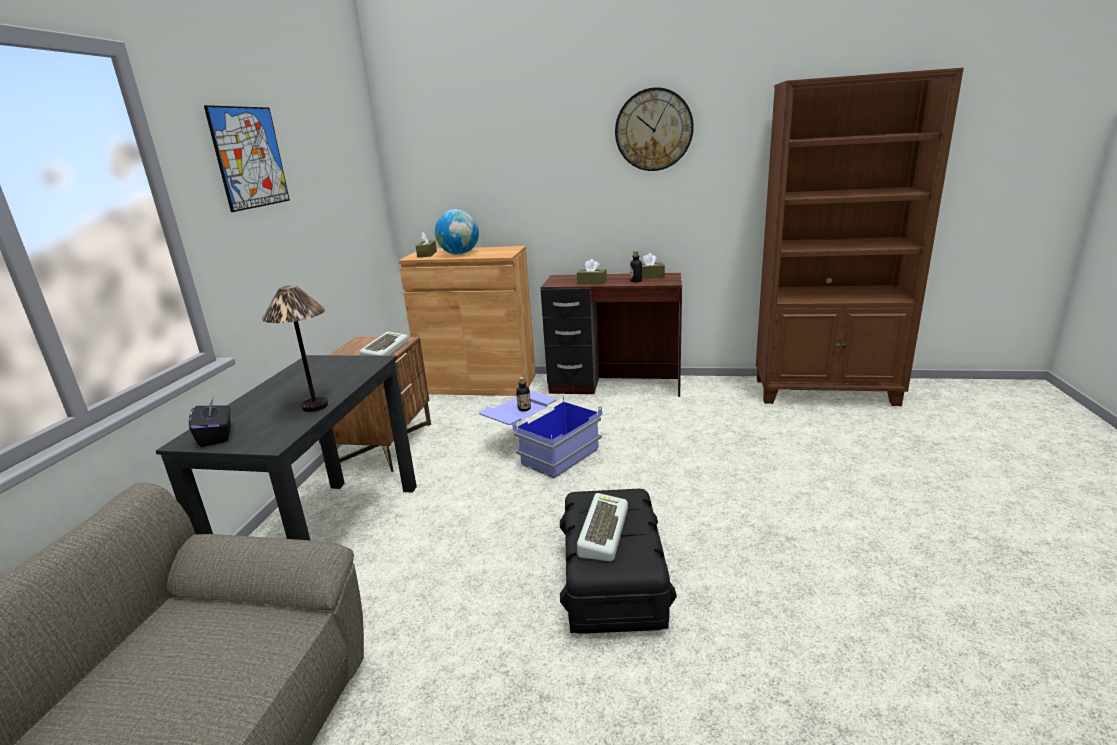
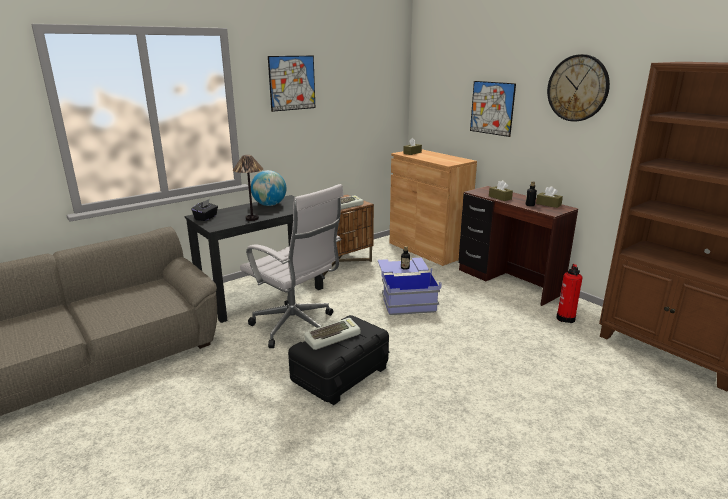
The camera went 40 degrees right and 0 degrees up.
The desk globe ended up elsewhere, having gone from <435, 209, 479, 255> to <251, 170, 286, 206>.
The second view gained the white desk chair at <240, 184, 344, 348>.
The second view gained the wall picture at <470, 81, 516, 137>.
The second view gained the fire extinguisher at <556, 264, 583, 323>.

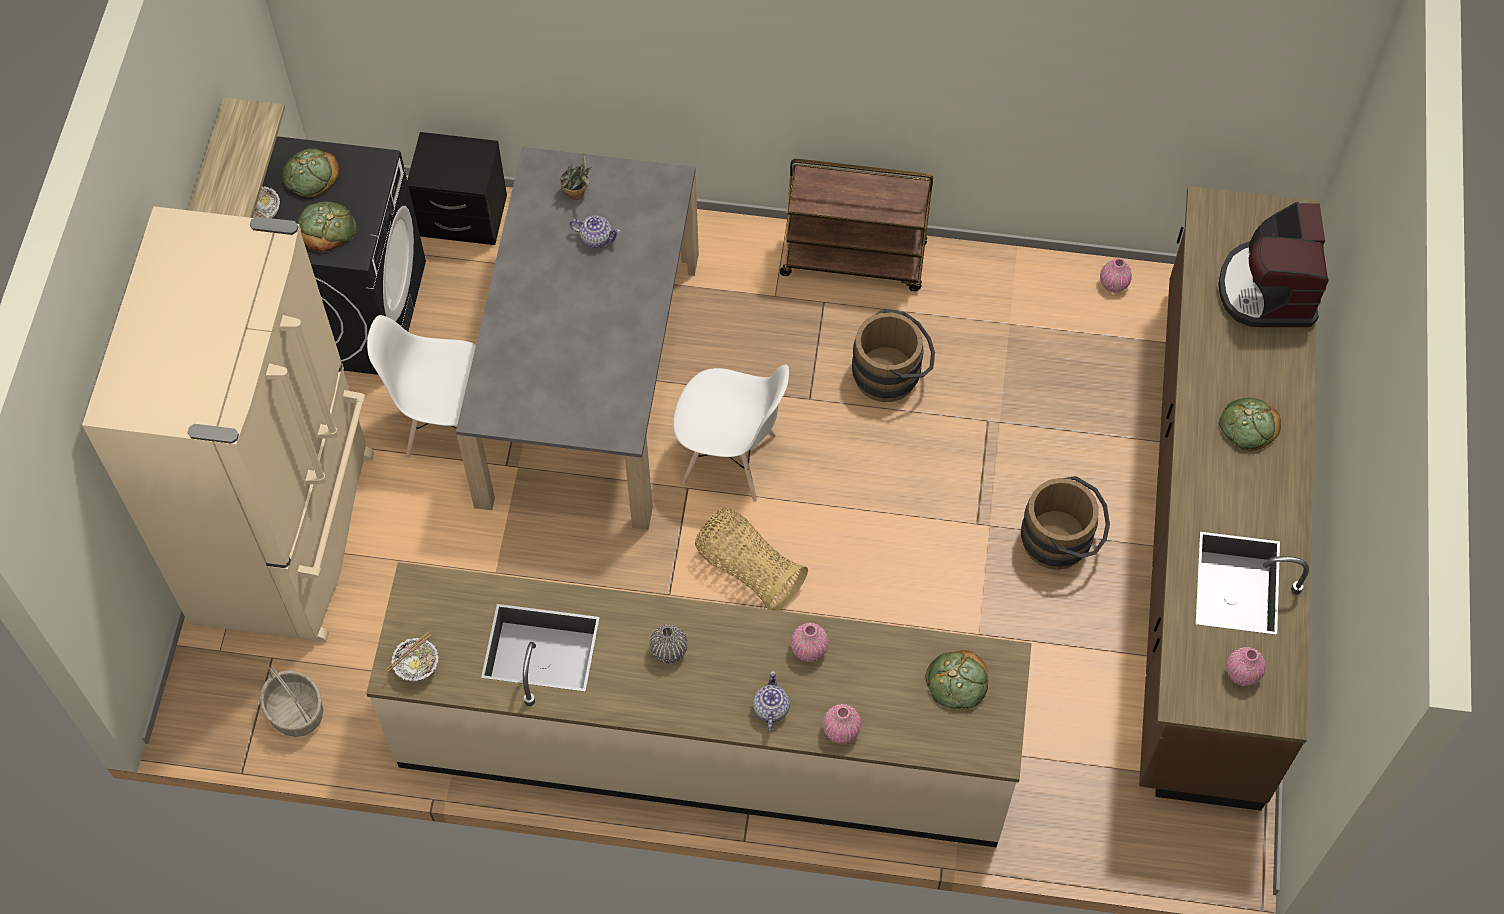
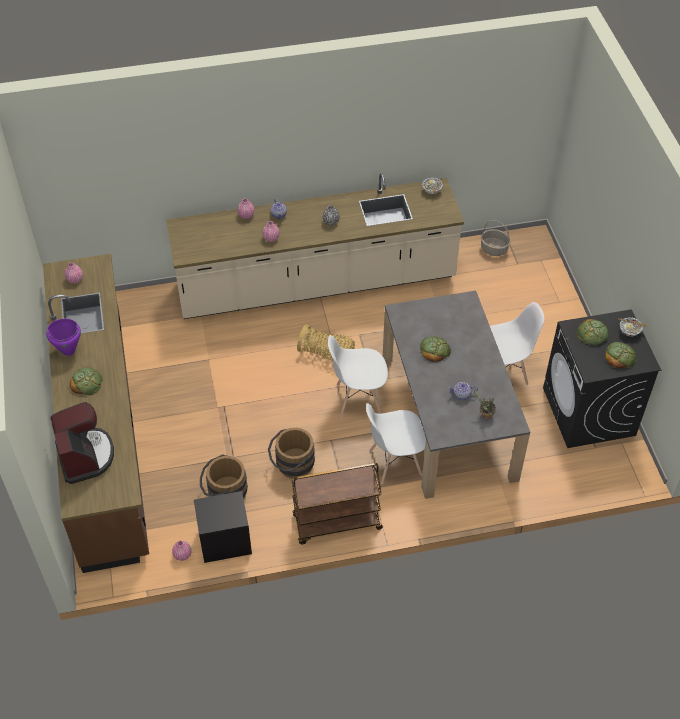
The camera went 160 degrees right and 10 degrees down.
The second view lost the beige-coloured fridge at <82, 206, 374, 642>.
The second view lost the wall shelf at <188, 97, 285, 218>.
The black-coloured night table ended up elsewhere, having gone from <407, 132, 507, 245> to <194, 491, 252, 563>.
The bakery bread ended up elsewhere, having gone from <926, 650, 988, 709> to <420, 336, 451, 362>.
The brownish water bucket ended up elsewhere, having gone from <1021, 476, 1110, 570> to <200, 454, 248, 499>.
The second view gained the purple cooking pot at <46, 319, 81, 356>.
The second view gained the white upright chair at <366, 403, 426, 484>.

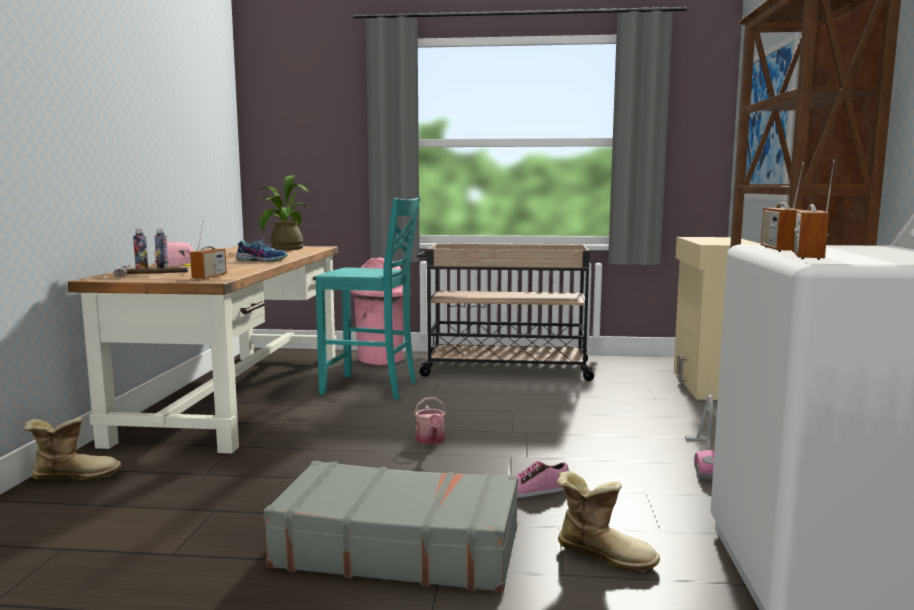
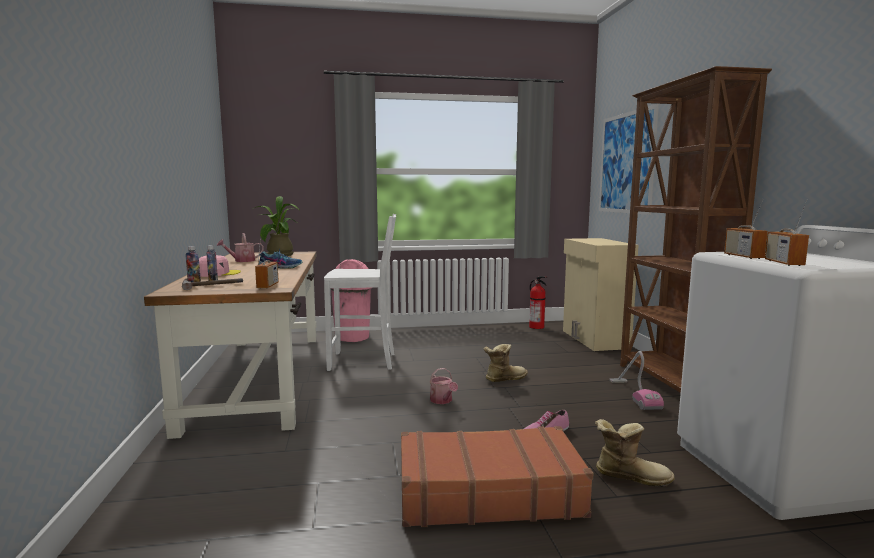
The camera went 15 degrees left and 0 degrees up.
The boot ended up elsewhere, having gone from <24, 417, 121, 480> to <484, 344, 528, 382>.
What was the gray travel case at <264, 461, 518, 593> turned into the brownish travel case at <401, 426, 593, 527>.
What was the turquoise-coloured upright chair at <315, 197, 420, 400> turned into the white upright chair at <324, 214, 396, 371>.
The second view lost the beige-coloured wheeled cart at <417, 243, 595, 381>.
The second view gained the sprinkling can at <216, 233, 264, 262>.
The second view gained the fire extinguisher at <529, 276, 547, 329>.

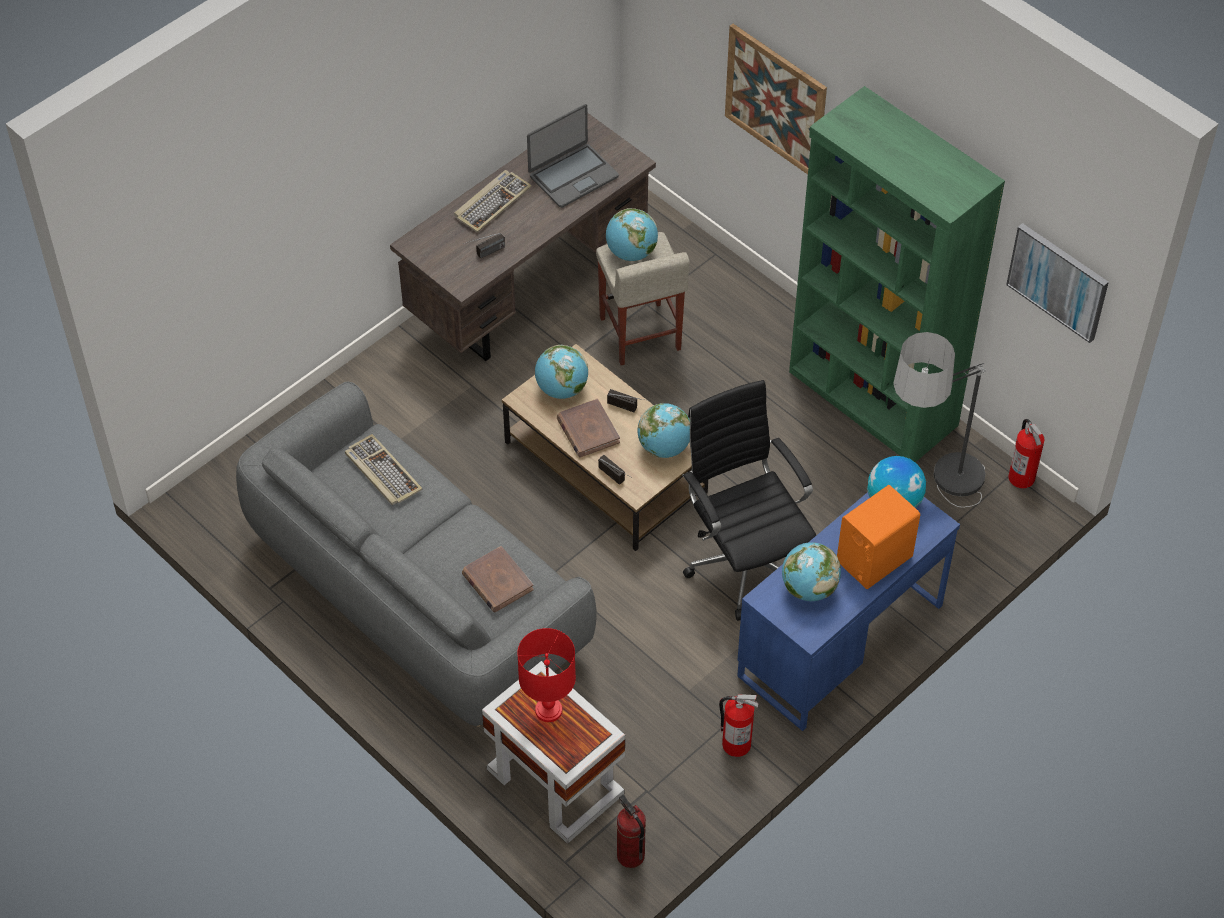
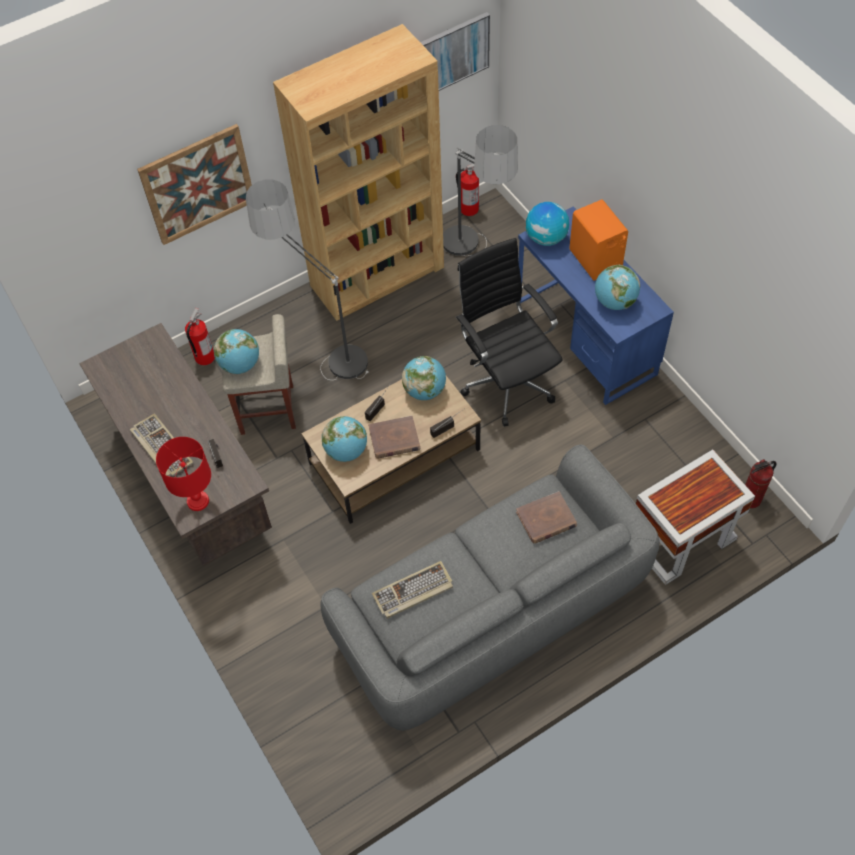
The camera went 75 degrees left and 5 degrees up.
The reddish table lamp ended up elsewhere, having gone from <517, 628, 576, 722> to <156, 437, 211, 511>.
The second view lost the laptop at <527, 104, 619, 208>.
The black-coloured desk chair at <682, 380, 816, 621> ended up facing another way, 75 degrees clockwise from before.
The fire extinguisher ended up elsewhere, having gone from <719, 694, 759, 757> to <185, 308, 215, 365>.
What was the green shelving unit at <789, 86, 1005, 462> turned into the brownish shelving unit at <273, 24, 444, 321>.
The second view gained the standard lamp at <246, 180, 369, 380>.

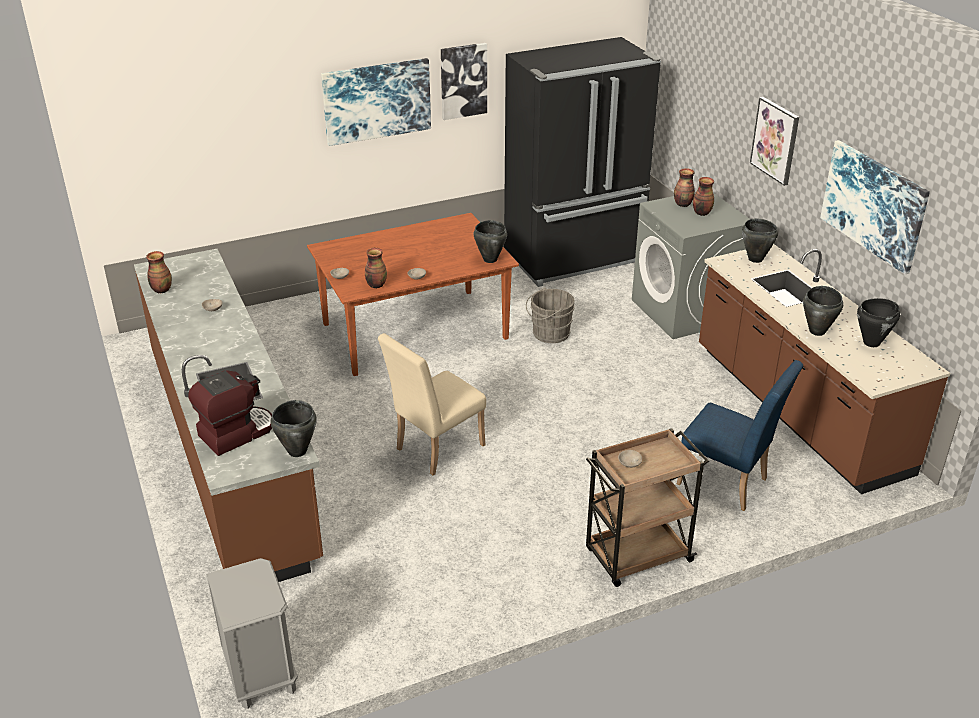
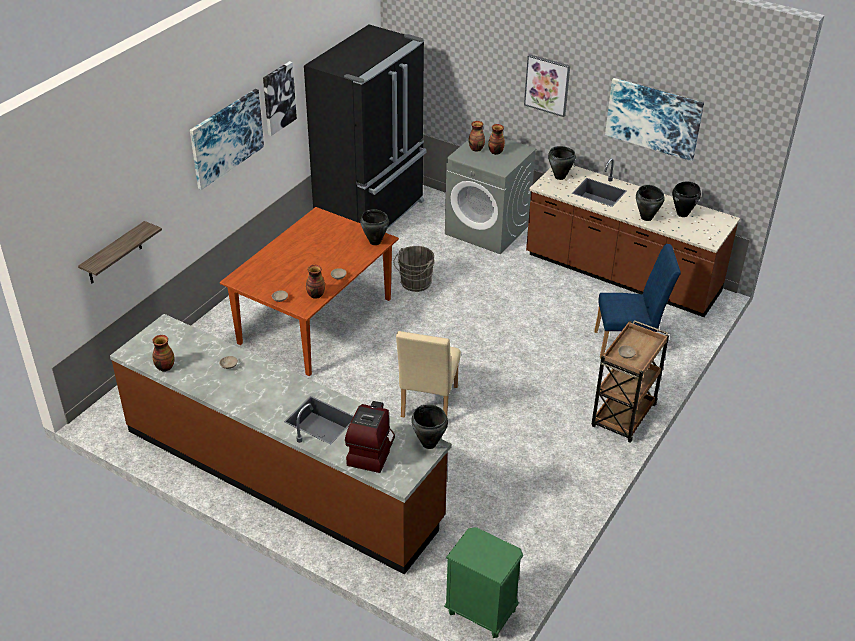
The camera went 35 degrees left and 5 degrees up.
What was the gray night table at <206, 558, 298, 709> turned into the green night table at <444, 527, 523, 638>.
The second view gained the wall shelf at <78, 221, 162, 283>.

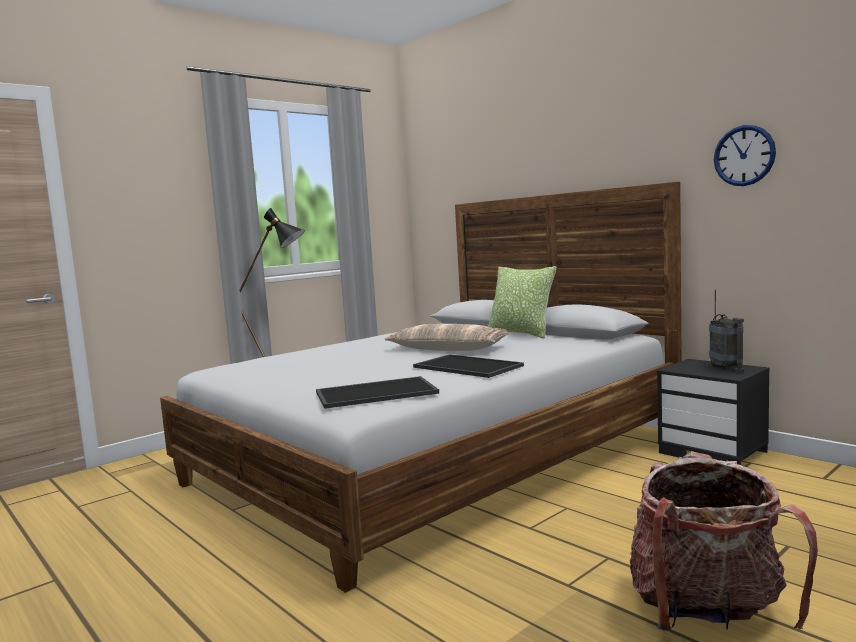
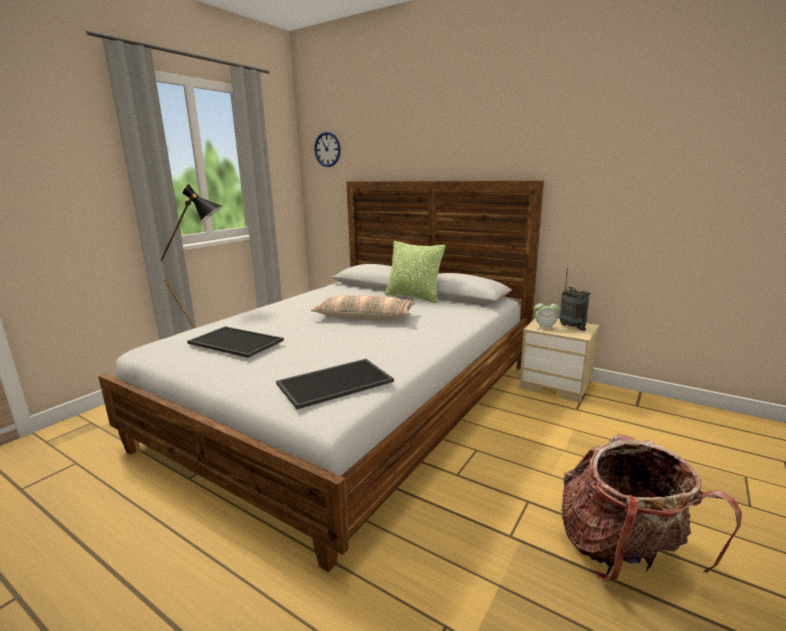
The camera went 15 degrees left and 10 degrees up.
The carrying tray ended up elsewhere, having gone from <413, 354, 524, 378> to <187, 326, 284, 358>.
What was the black-coloured night table at <657, 359, 770, 465> turned into the beige-coloured night table at <519, 318, 599, 403>.
The wall clock ended up elsewhere, having gone from <714, 125, 776, 186> to <314, 132, 341, 167>.
The second view gained the alarm clock at <534, 303, 559, 331>.

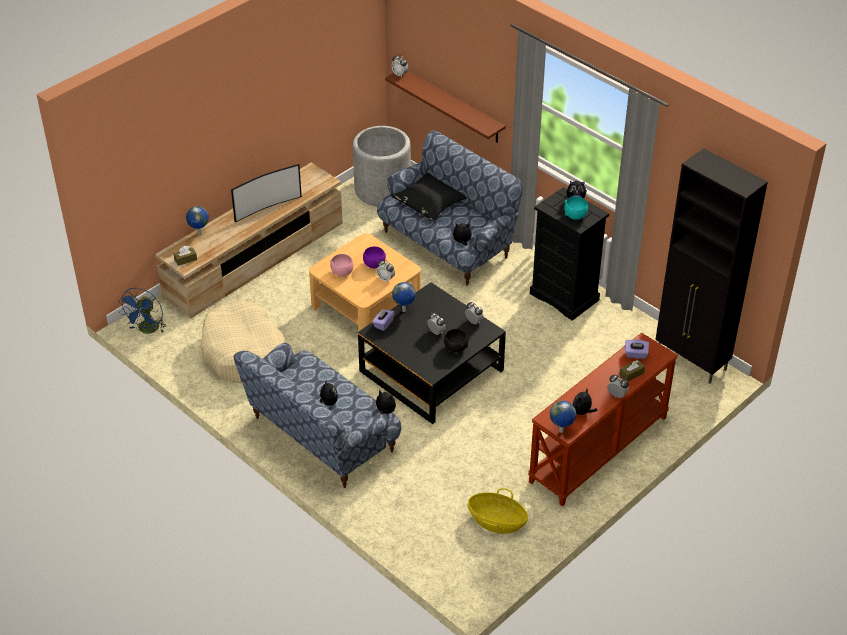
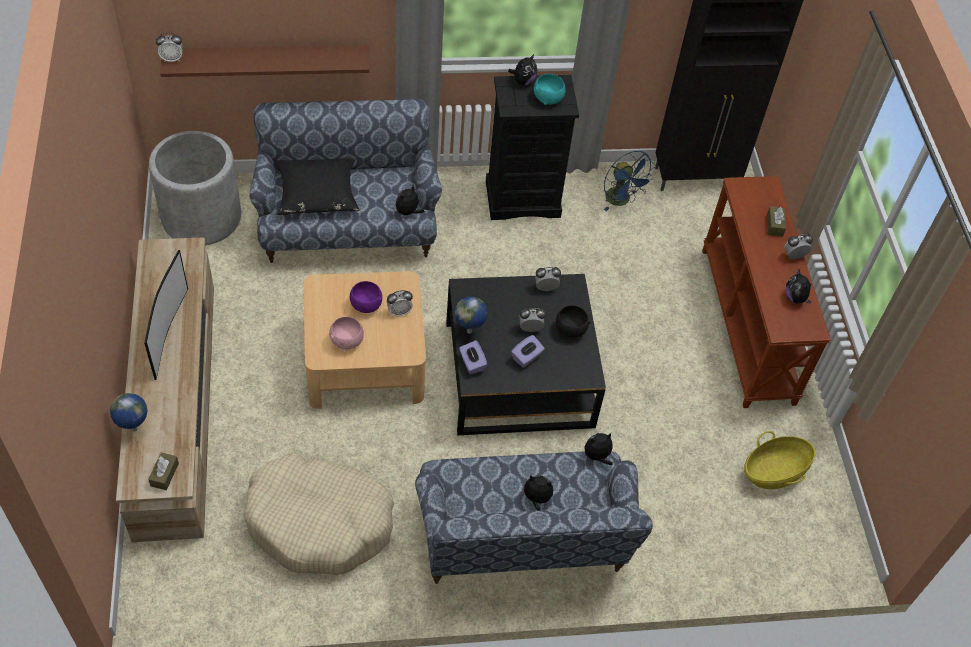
The camera went 55 degrees left and 10 degrees up.
The blue-coloured electric fan ended up elsewhere, having gone from <119, 288, 166, 334> to <604, 151, 656, 211>.
The second view lost the desk globe at <550, 401, 576, 433>.
The purple box of tissues ended up elsewhere, having gone from <625, 340, 649, 359> to <511, 335, 545, 368>.

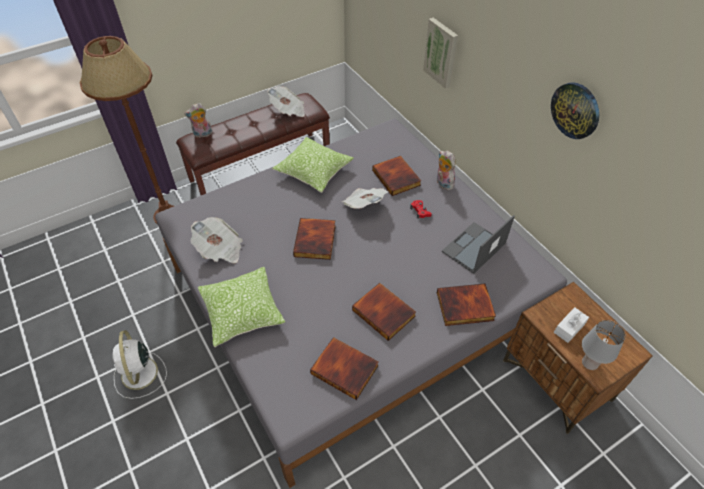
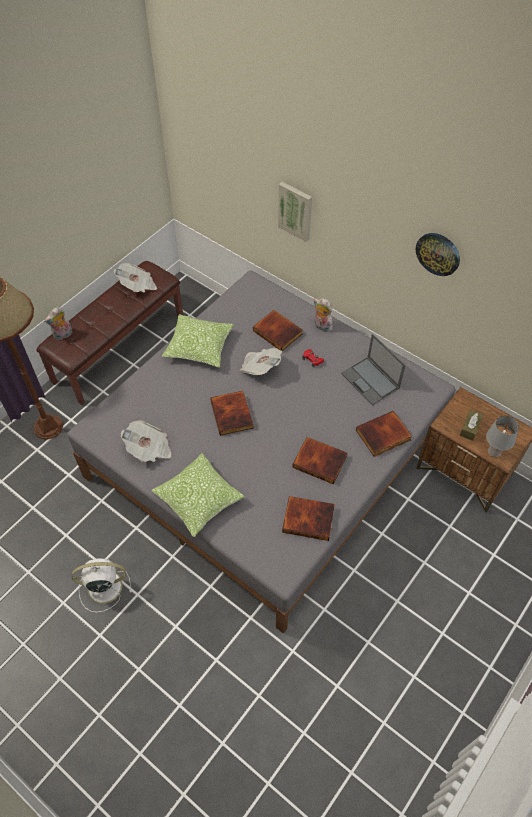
The camera went 20 degrees left and 5 degrees up.
The white electric fan at <112, 330, 167, 399> ended up facing another way, 120 degrees clockwise from before.
The laptop at <442, 215, 515, 274> ended up facing another way, 60 degrees counterclockwise from before.
What was the white box of tissues at <554, 307, 589, 343> turned into the brownish box of tissues at <460, 410, 483, 441>.

